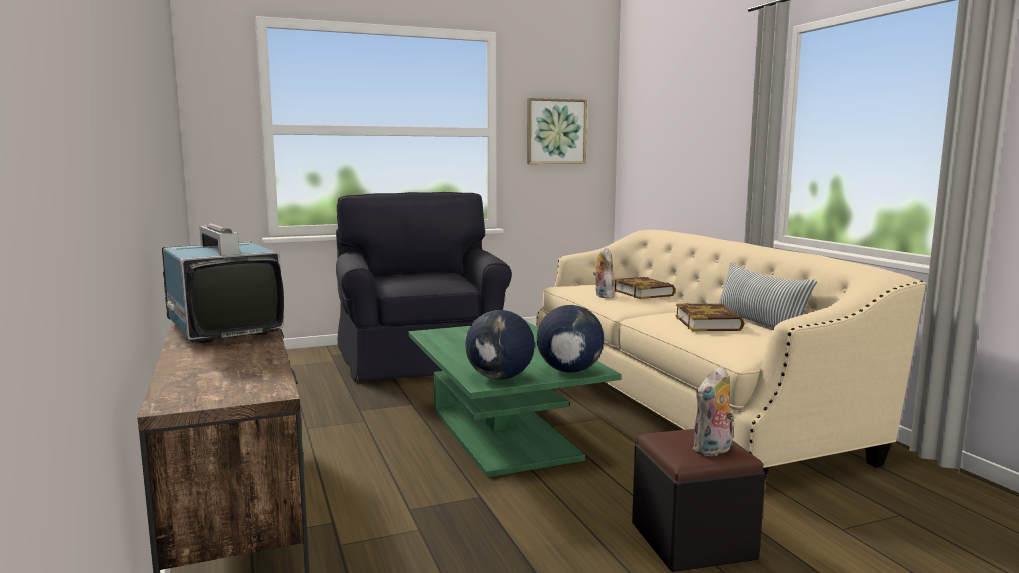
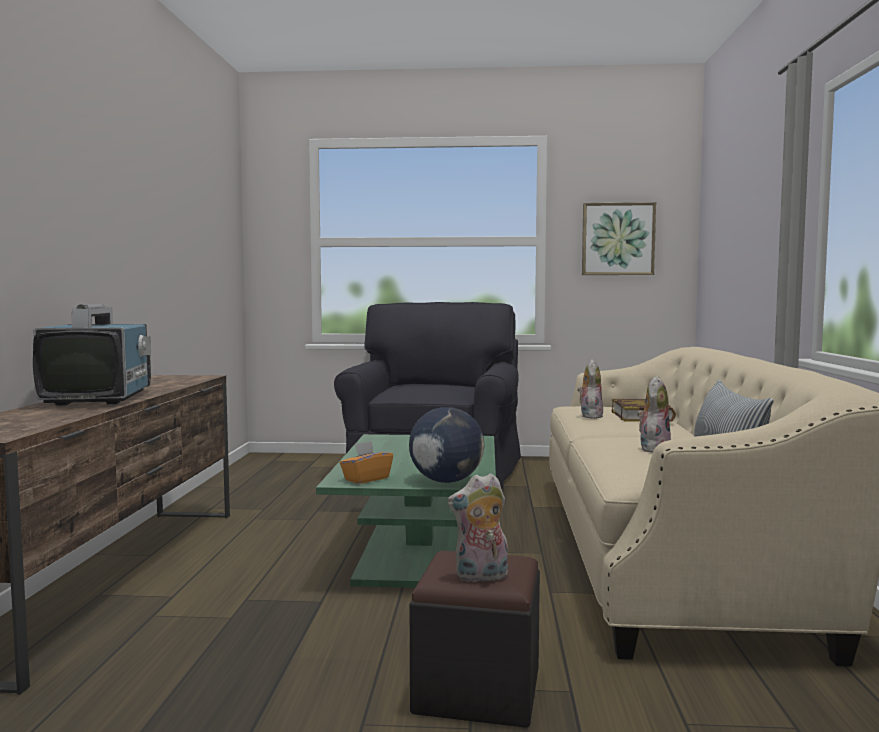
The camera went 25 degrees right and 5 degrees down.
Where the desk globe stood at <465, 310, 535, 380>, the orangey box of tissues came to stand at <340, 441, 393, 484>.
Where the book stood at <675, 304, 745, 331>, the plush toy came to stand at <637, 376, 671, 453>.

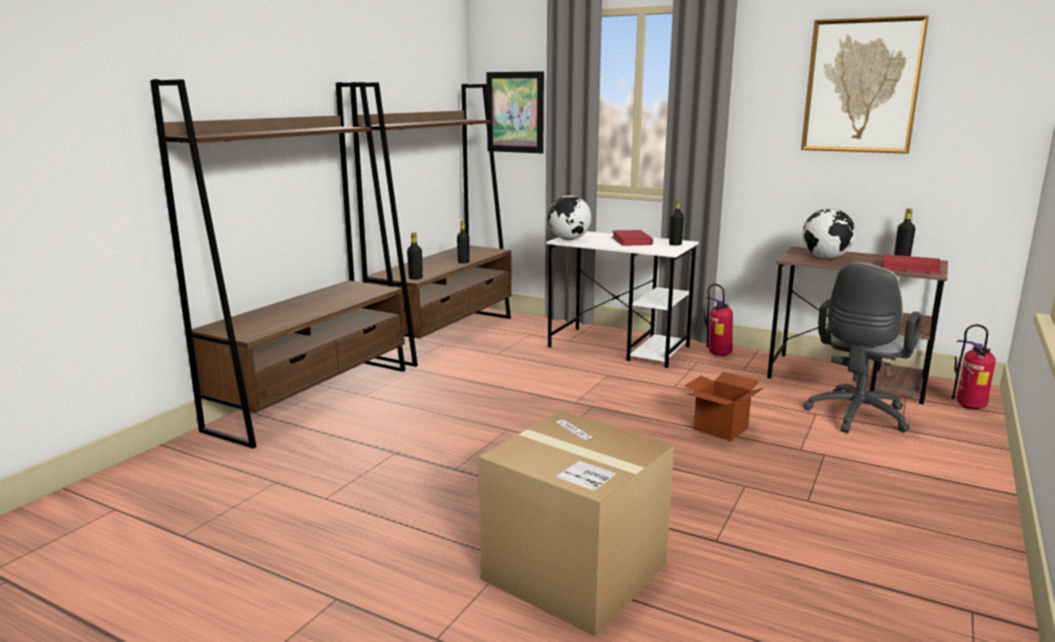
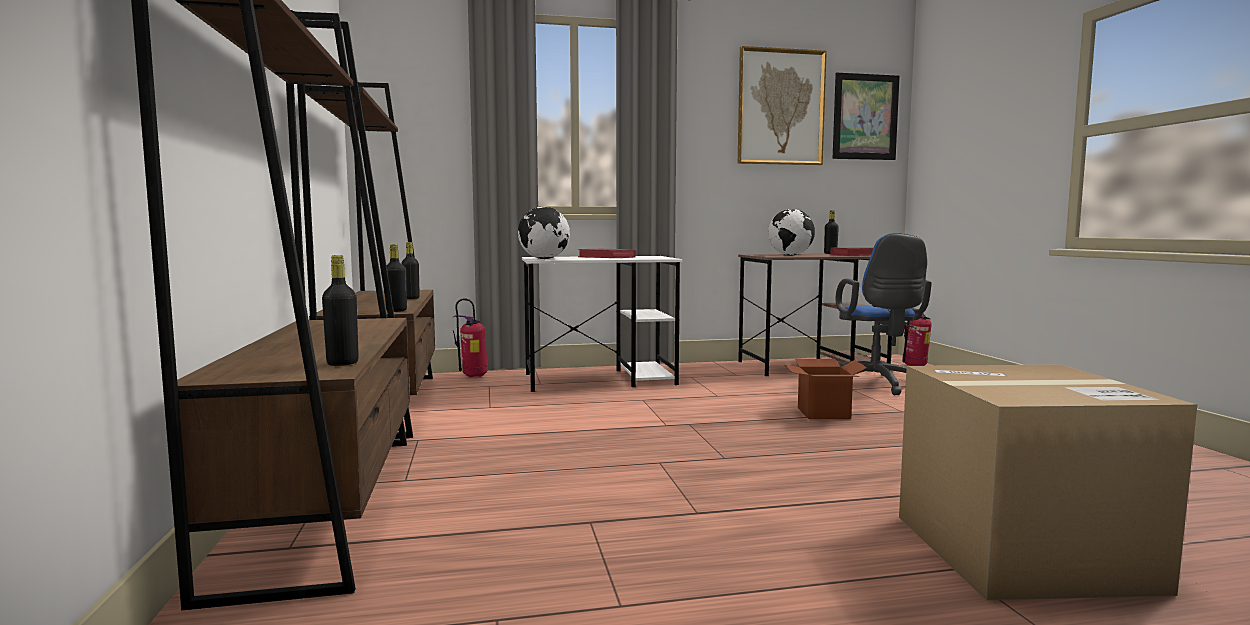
The camera went 40 degrees left and 10 degrees down.
The wall picture ended up elsewhere, having gone from <486, 71, 544, 153> to <832, 72, 900, 160>.
The black-coloured beverage bottle ended up elsewhere, having gone from <669, 199, 684, 246> to <322, 255, 359, 366>.
The fire extinguisher ended up elsewhere, having gone from <704, 284, 733, 356> to <453, 298, 488, 377>.
What was the gray desk chair at <803, 262, 921, 433> turned into the blue-coloured desk chair at <836, 233, 932, 395>.

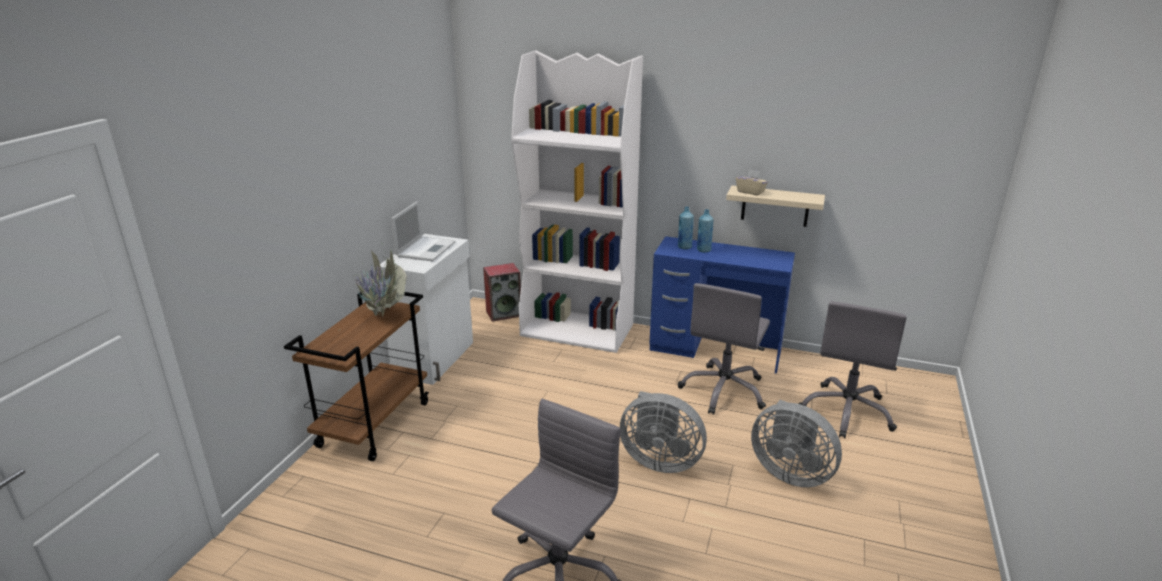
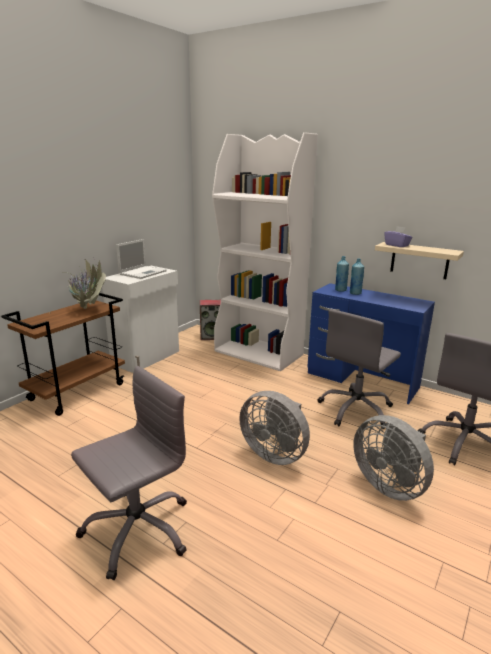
The camera went 15 degrees right and 5 degrees down.
What was the beige-coloured box of tissues at <736, 169, 768, 196> turned into the purple box of tissues at <384, 226, 412, 247>.

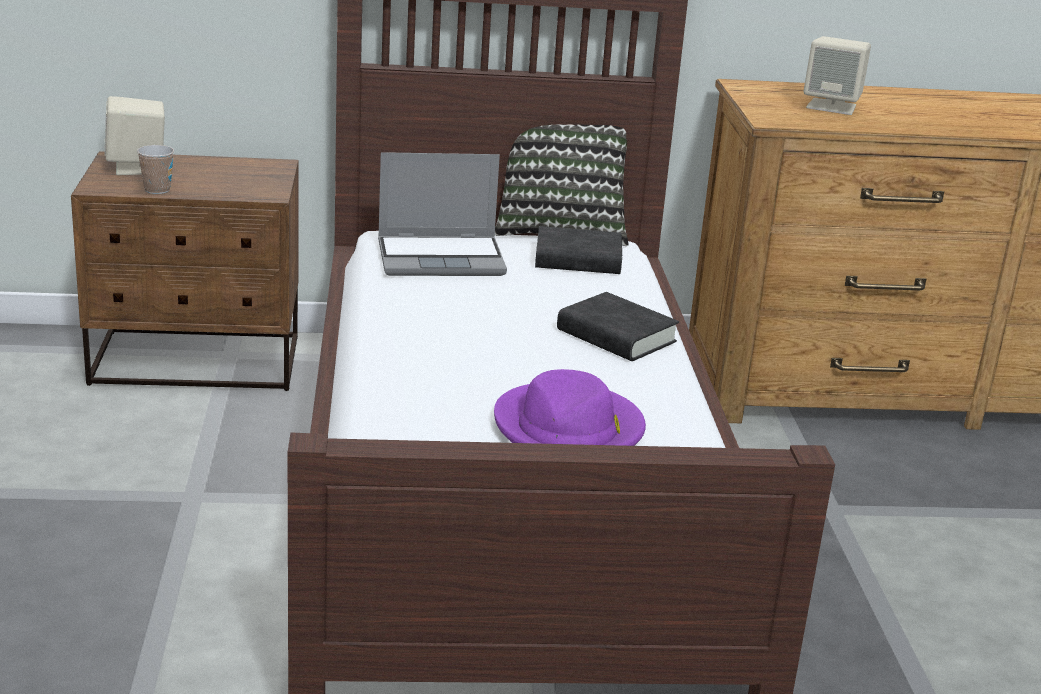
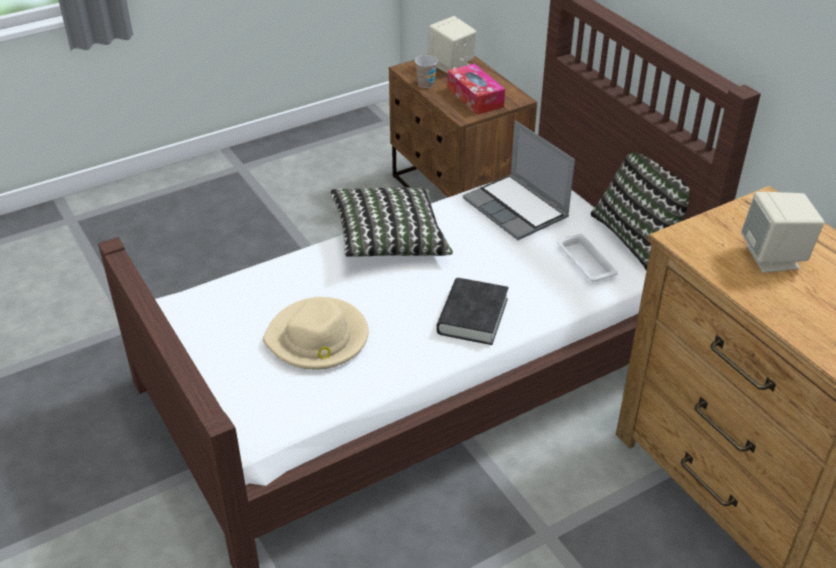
The camera went 65 degrees right and 15 degrees up.
What was the purple clothing hat at <494, 369, 646, 446> turned into the beige-coloured clothing hat at <263, 297, 368, 370>.
Where the black-coloured book stood at <535, 226, 622, 274>, the white carrying tray came to stand at <557, 234, 618, 282>.
The second view gained the pillow at <329, 187, 453, 257>.
The second view gained the box of tissues at <447, 63, 505, 115>.

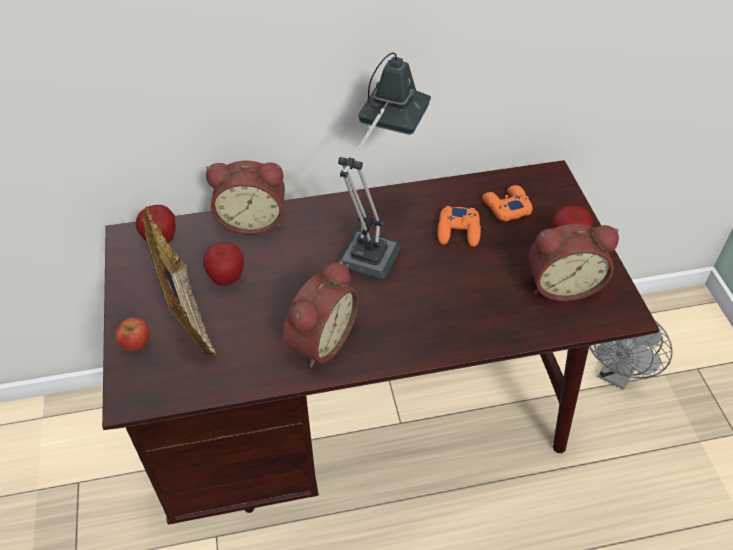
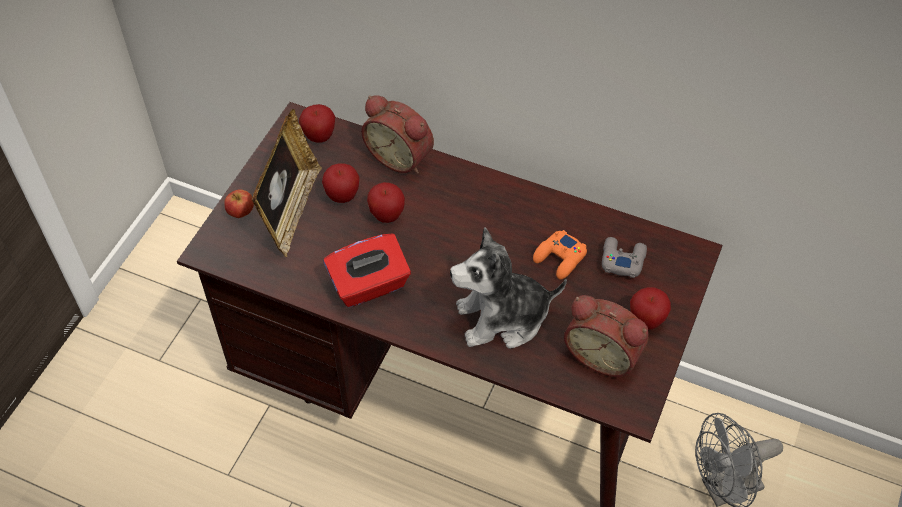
The camera went 35 degrees right and 5 degrees up.
Where the alarm clock stood at <283, 261, 359, 368>, the reddish box of tissues came to stand at <323, 233, 411, 307>.
The second view lost the table lamp at <337, 53, 431, 280>.
What was the orangey joypad at <482, 185, 533, 222> turned into the gray joypad at <602, 237, 647, 278>.
The second view gained the apple fruit at <367, 182, 405, 223>.
The second view gained the plush toy at <450, 227, 567, 349>.

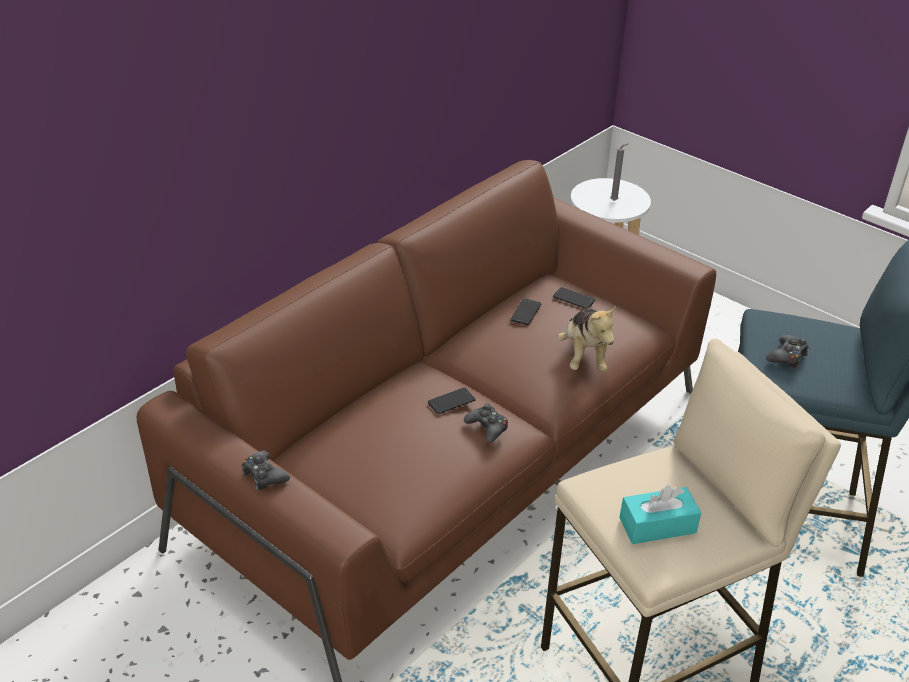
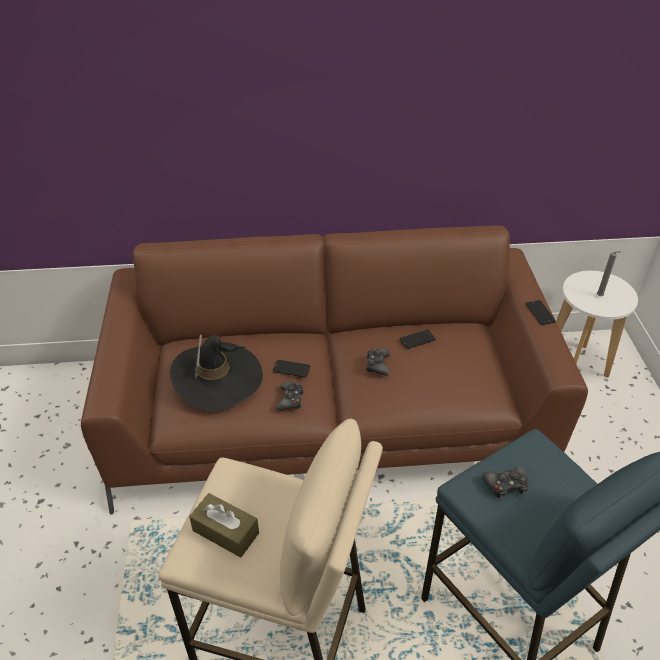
The camera went 45 degrees right and 5 degrees up.
The black-coloured joypad ended up elsewhere, having gone from <242, 451, 290, 490> to <366, 349, 390, 376>.
The phone ended up elsewhere, having gone from <553, 287, 595, 309> to <526, 300, 556, 325>.
The second view lost the plush toy at <557, 306, 616, 372>.
What was the turquoise-coloured box of tissues at <619, 485, 701, 544> turned into the brownish box of tissues at <189, 493, 259, 558>.
The second view gained the black-coloured clothing hat at <170, 334, 263, 412>.

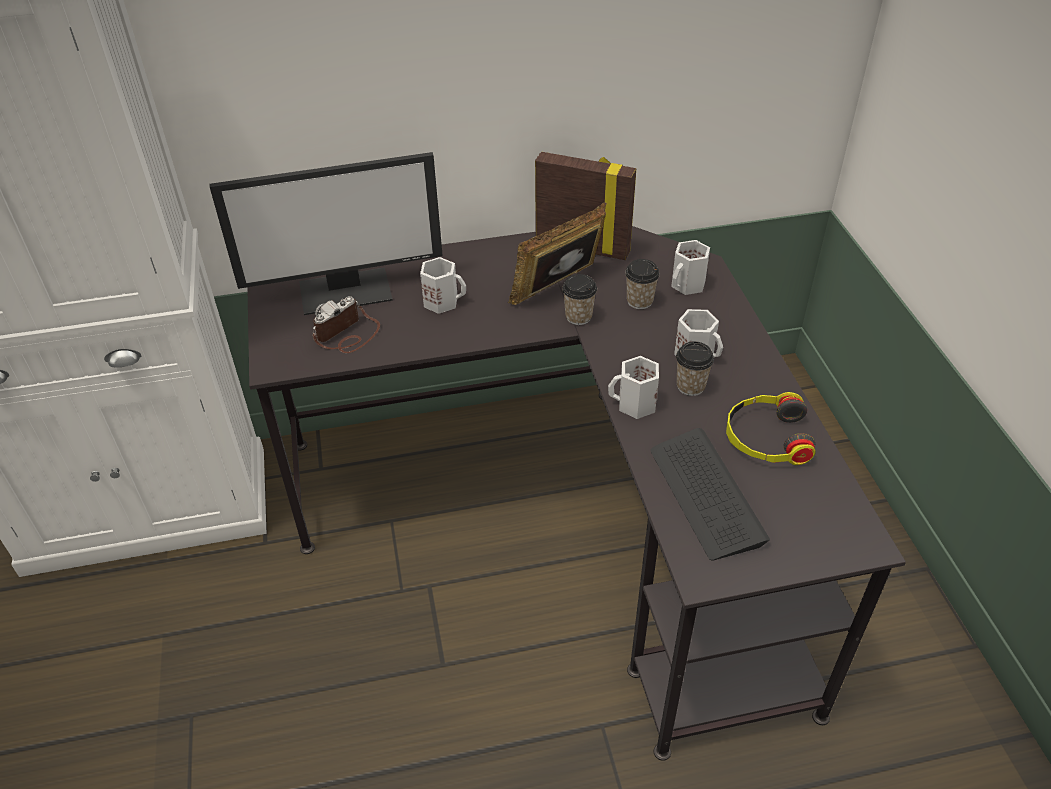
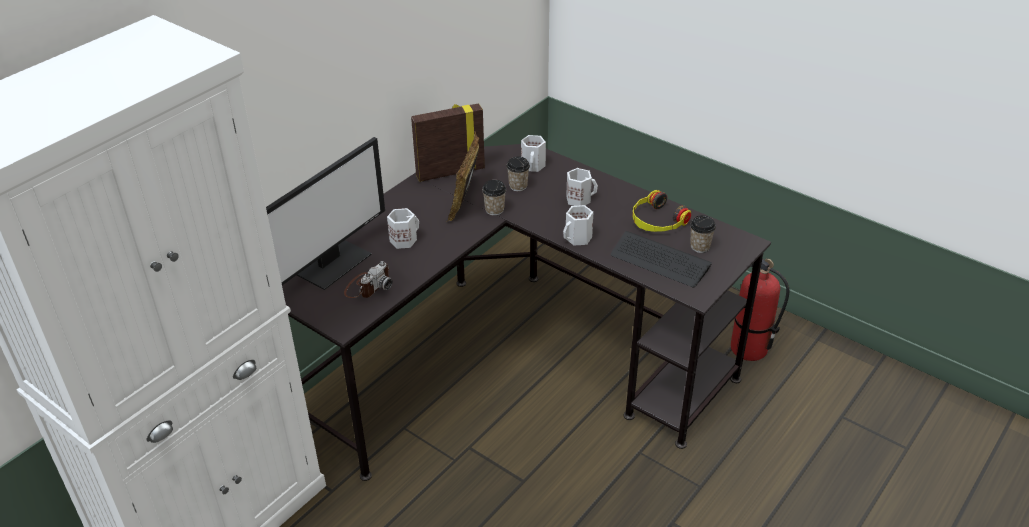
The camera went 40 degrees left and 5 degrees down.
The still camera at <313, 296, 380, 353> ended up facing another way, 150 degrees counterclockwise from before.
The cup ended up elsewhere, having gone from <676, 341, 714, 396> to <690, 215, 716, 253>.
The second view gained the fire extinguisher at <731, 259, 789, 361>.

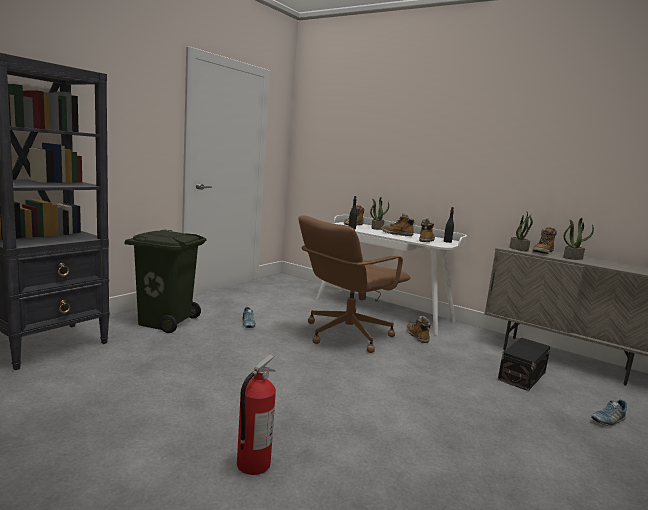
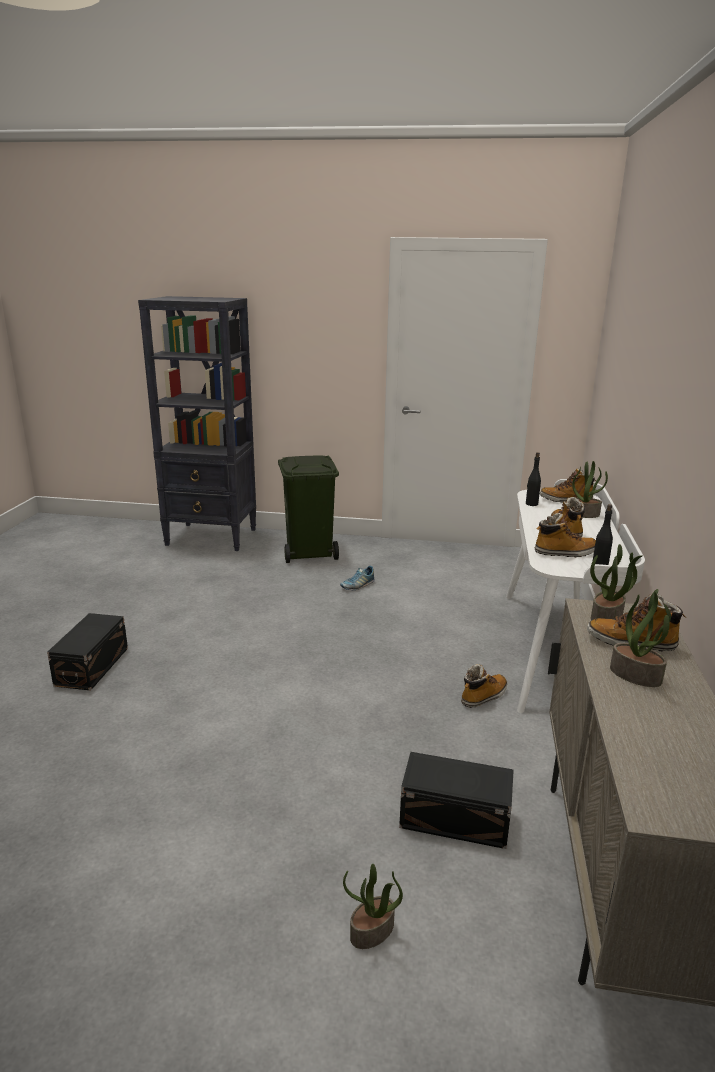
The camera went 65 degrees right and 10 degrees up.
Where the fire extinguisher stood at <237, 354, 276, 475>, the black-coloured storage container came to stand at <47, 613, 128, 691>.
The second view lost the brownish desk chair at <299, 215, 410, 353>.
Where the low shoe stood at <591, 399, 627, 426>, the houseplant came to stand at <343, 864, 403, 949>.

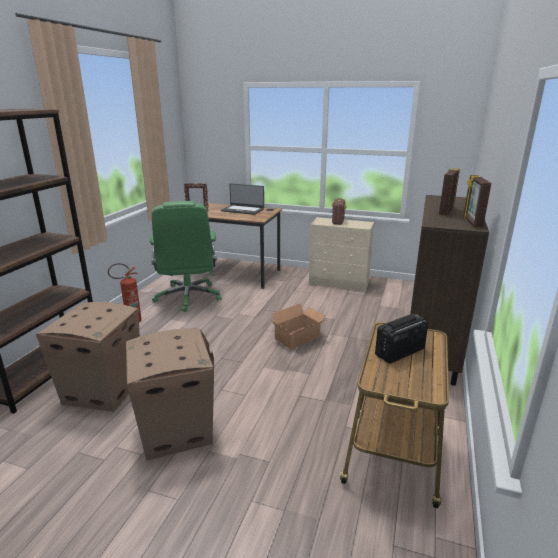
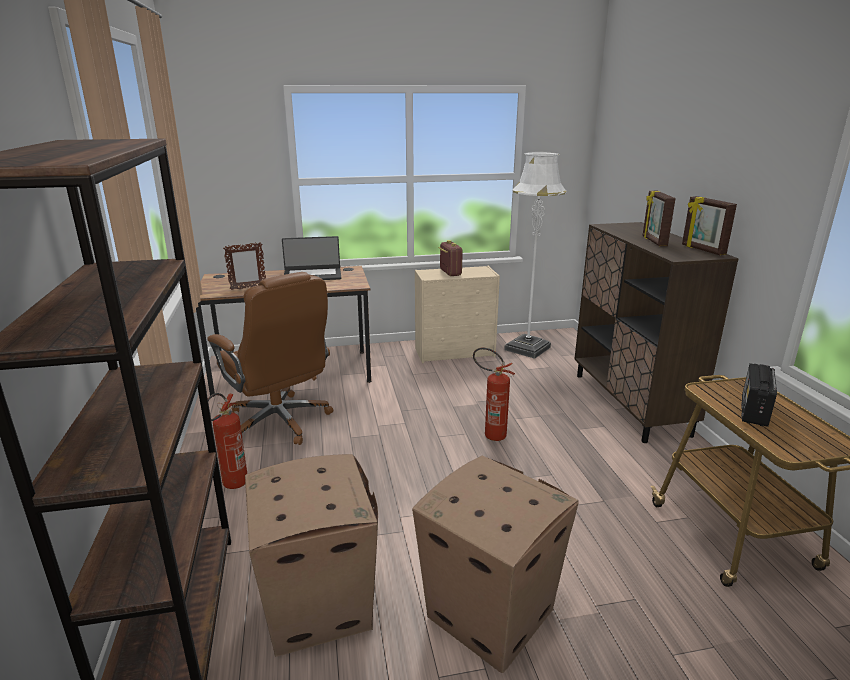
The camera went 30 degrees left and 0 degrees up.
What was the green desk chair at <150, 201, 222, 312> turned into the brownish desk chair at <207, 272, 334, 445>.
Where the cardboard box stood at <272, 303, 325, 349>, the fire extinguisher came to stand at <473, 347, 515, 441>.
The second view gained the white standard lamp at <504, 152, 567, 359>.

